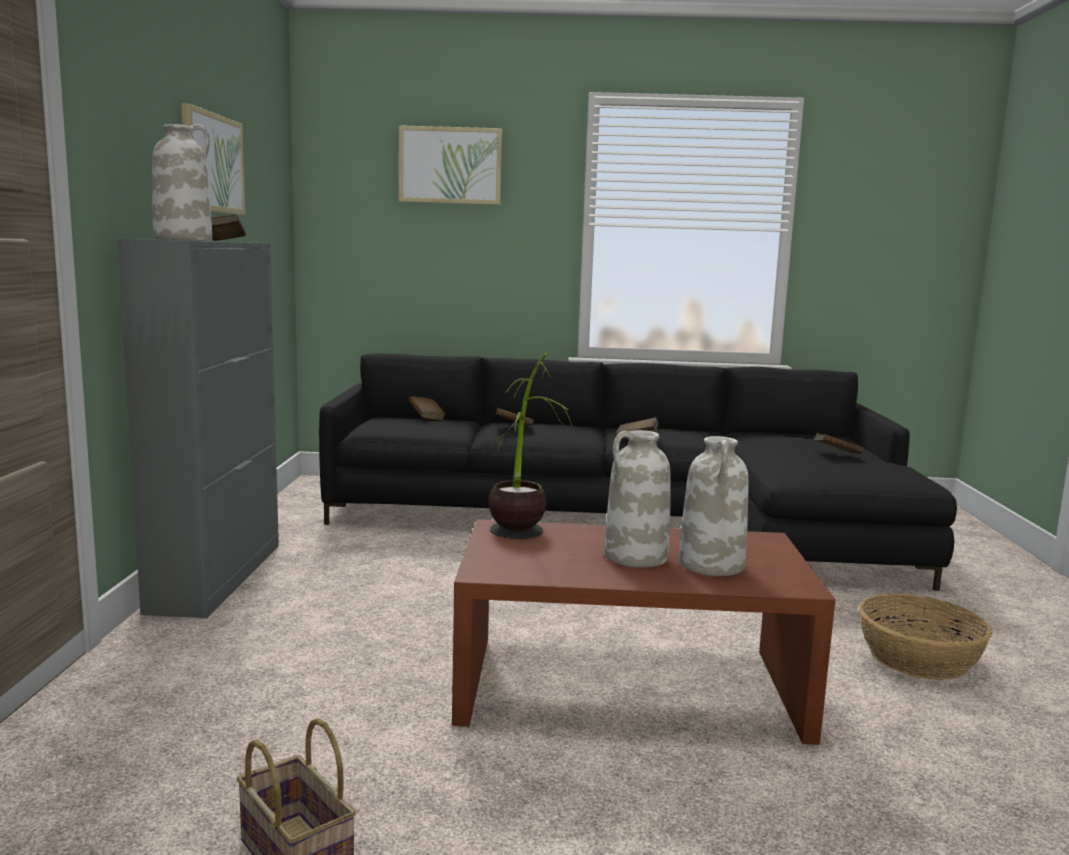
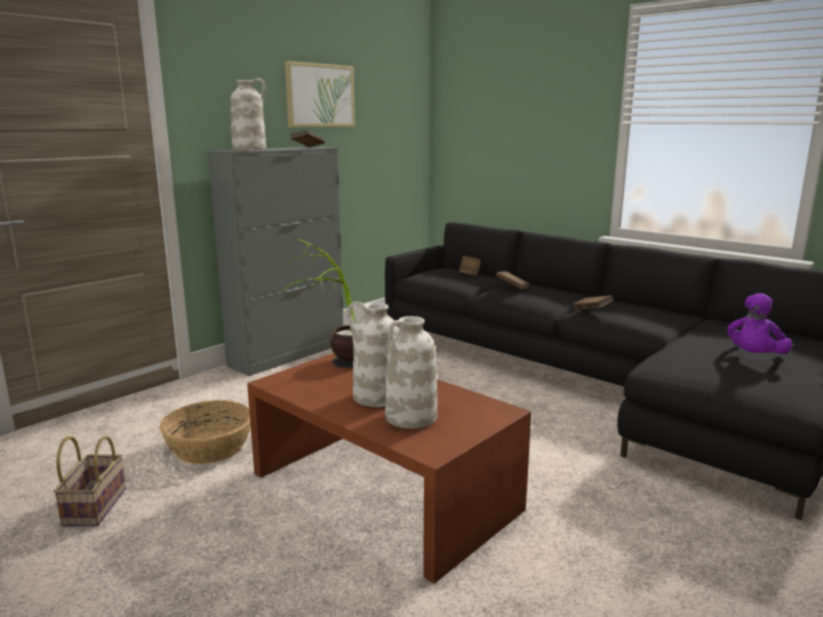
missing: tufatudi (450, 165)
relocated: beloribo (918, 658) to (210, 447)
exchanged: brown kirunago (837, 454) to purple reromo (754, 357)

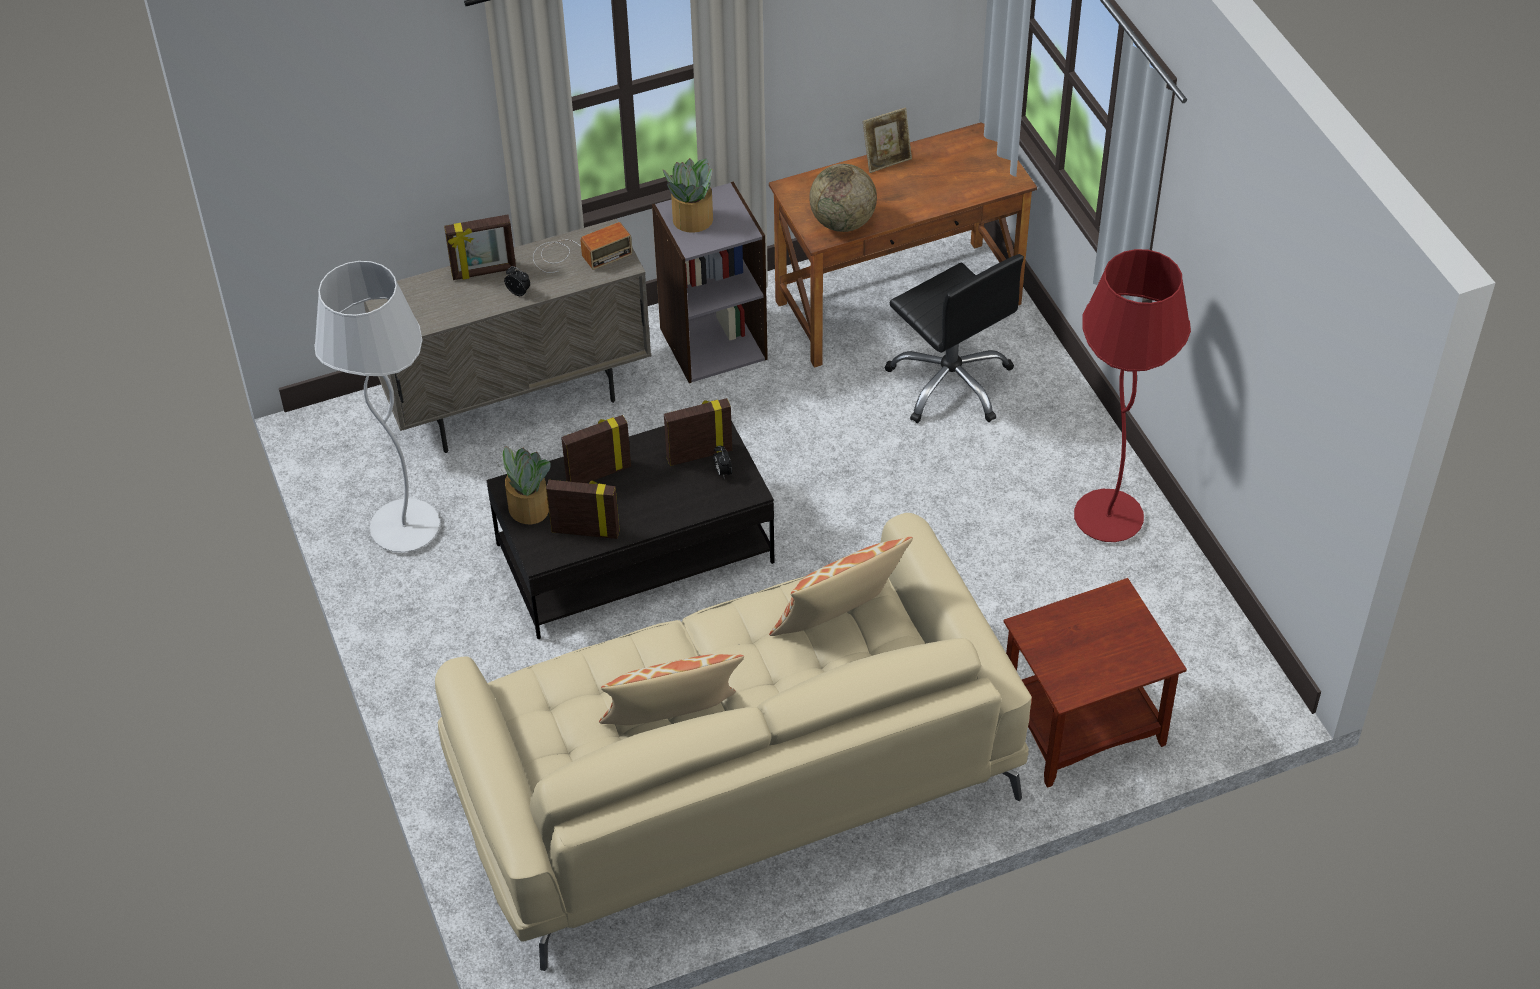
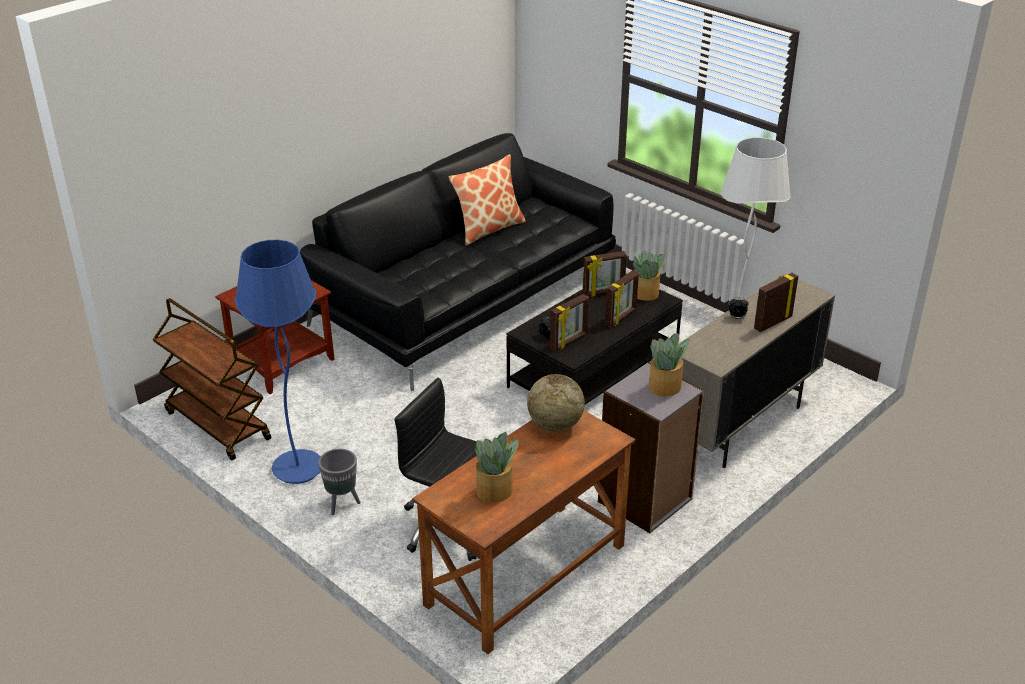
missing: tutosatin (886, 160); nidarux (578, 254); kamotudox (839, 623)
appeared: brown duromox (216, 425); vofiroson (495, 491); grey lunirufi (341, 504)
colour: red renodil (1107, 519) to blue renodil (298, 469); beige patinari (731, 778) to black patinari (466, 298)

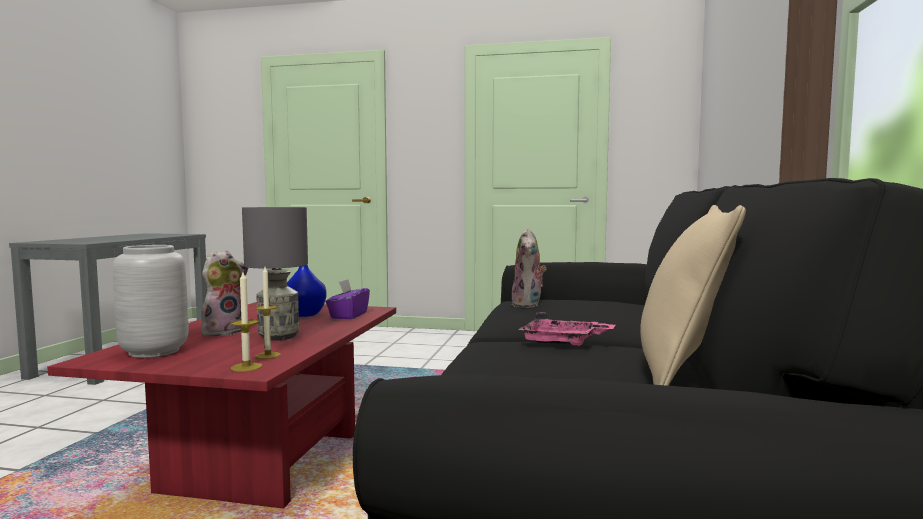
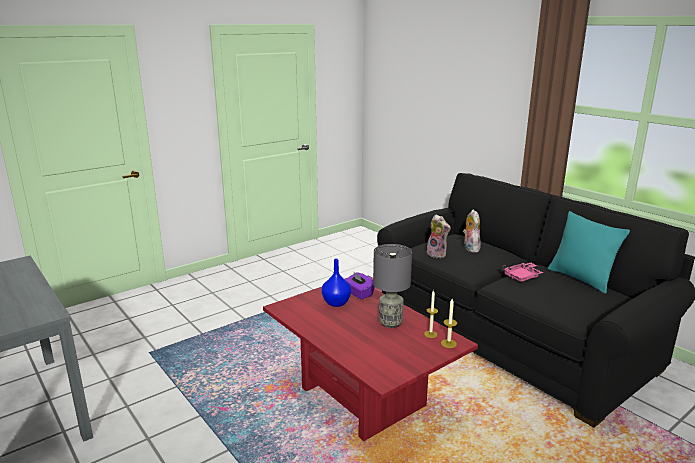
missing: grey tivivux (155, 351)
relocated: reromo (224, 331) to (470, 248)
colour: beige kamotudox (681, 376) to turquoise kamotudox (581, 279)

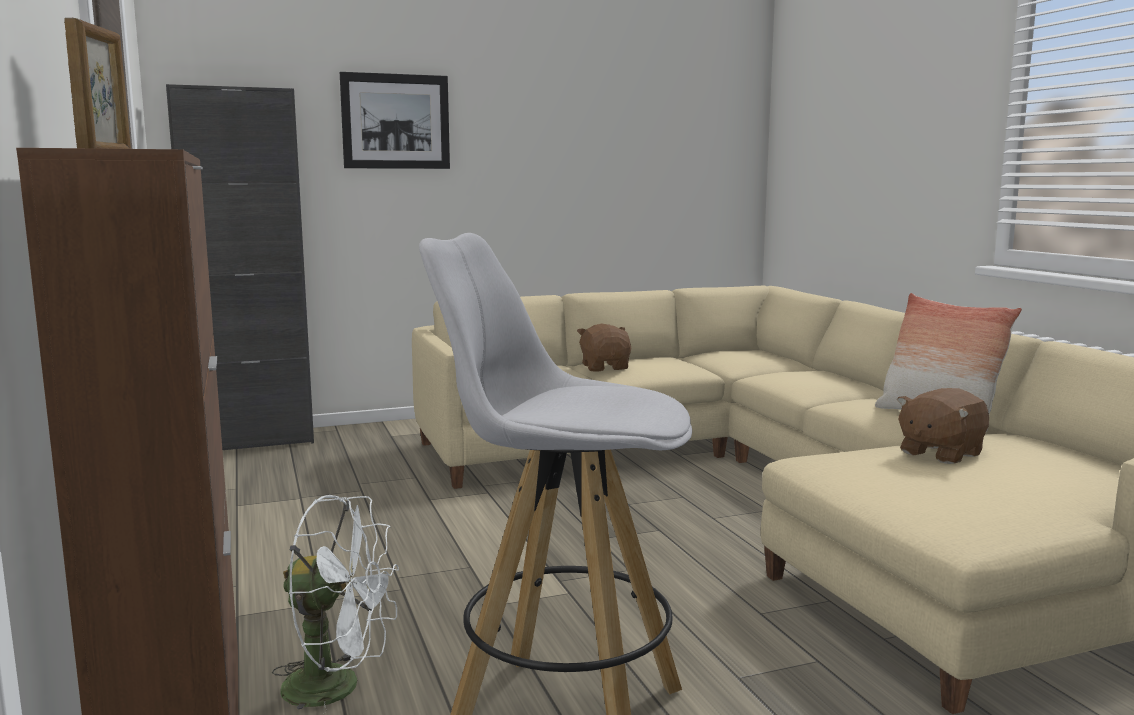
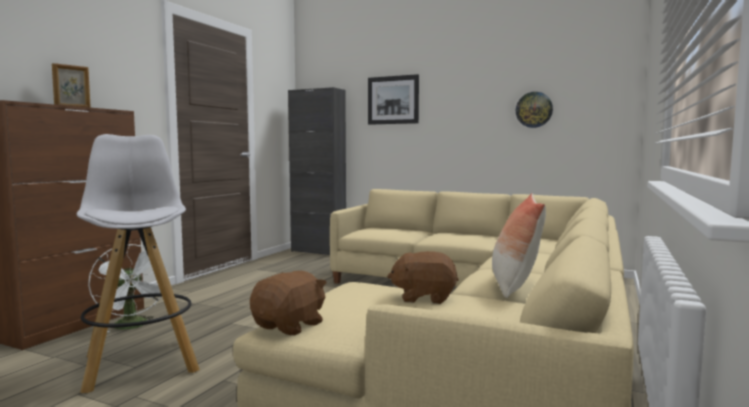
appeared: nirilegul (534, 109)
relocated: brown reromo (605, 367) to (290, 326)

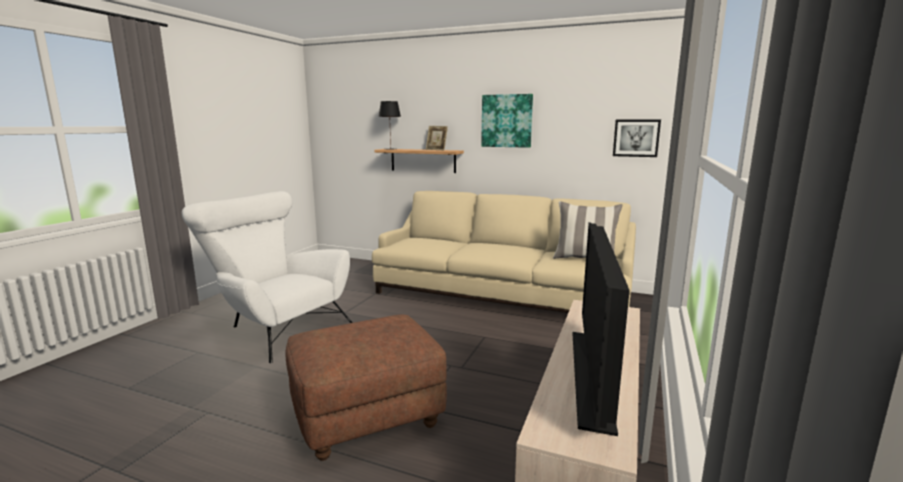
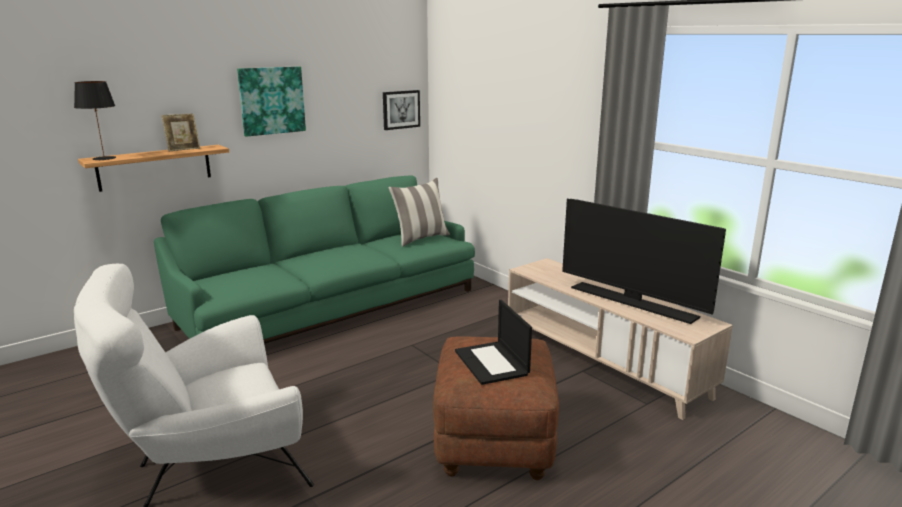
appeared: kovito (492, 363)
colour: beige patinari (501, 293) to green patinari (331, 307)

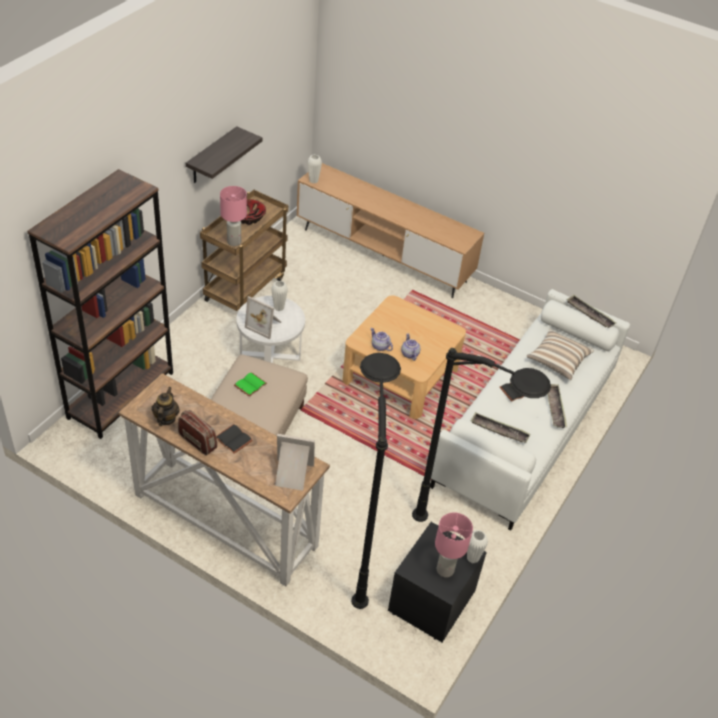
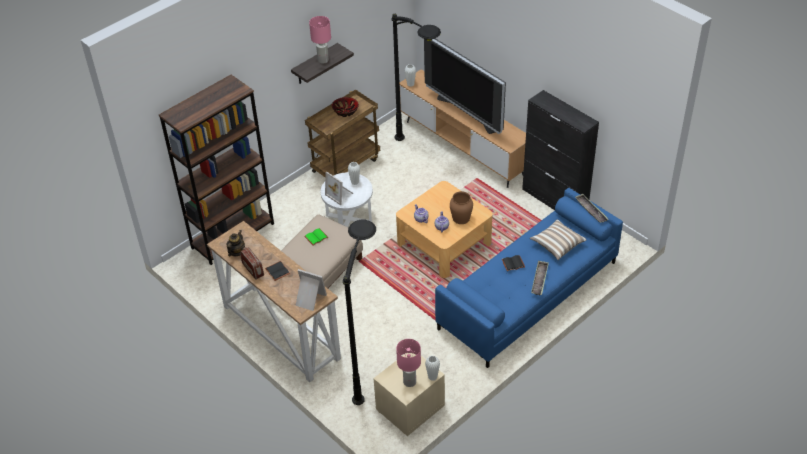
missing: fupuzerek (499, 430)
appeared: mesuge (467, 113); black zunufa (554, 200); brown tivivux (461, 218)
relocated: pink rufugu (234, 242) to (323, 60); black renodil (464, 540) to (421, 152)
colour: white patinari (525, 429) to blue patinari (528, 295); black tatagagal (432, 602) to beige tatagagal (410, 408)

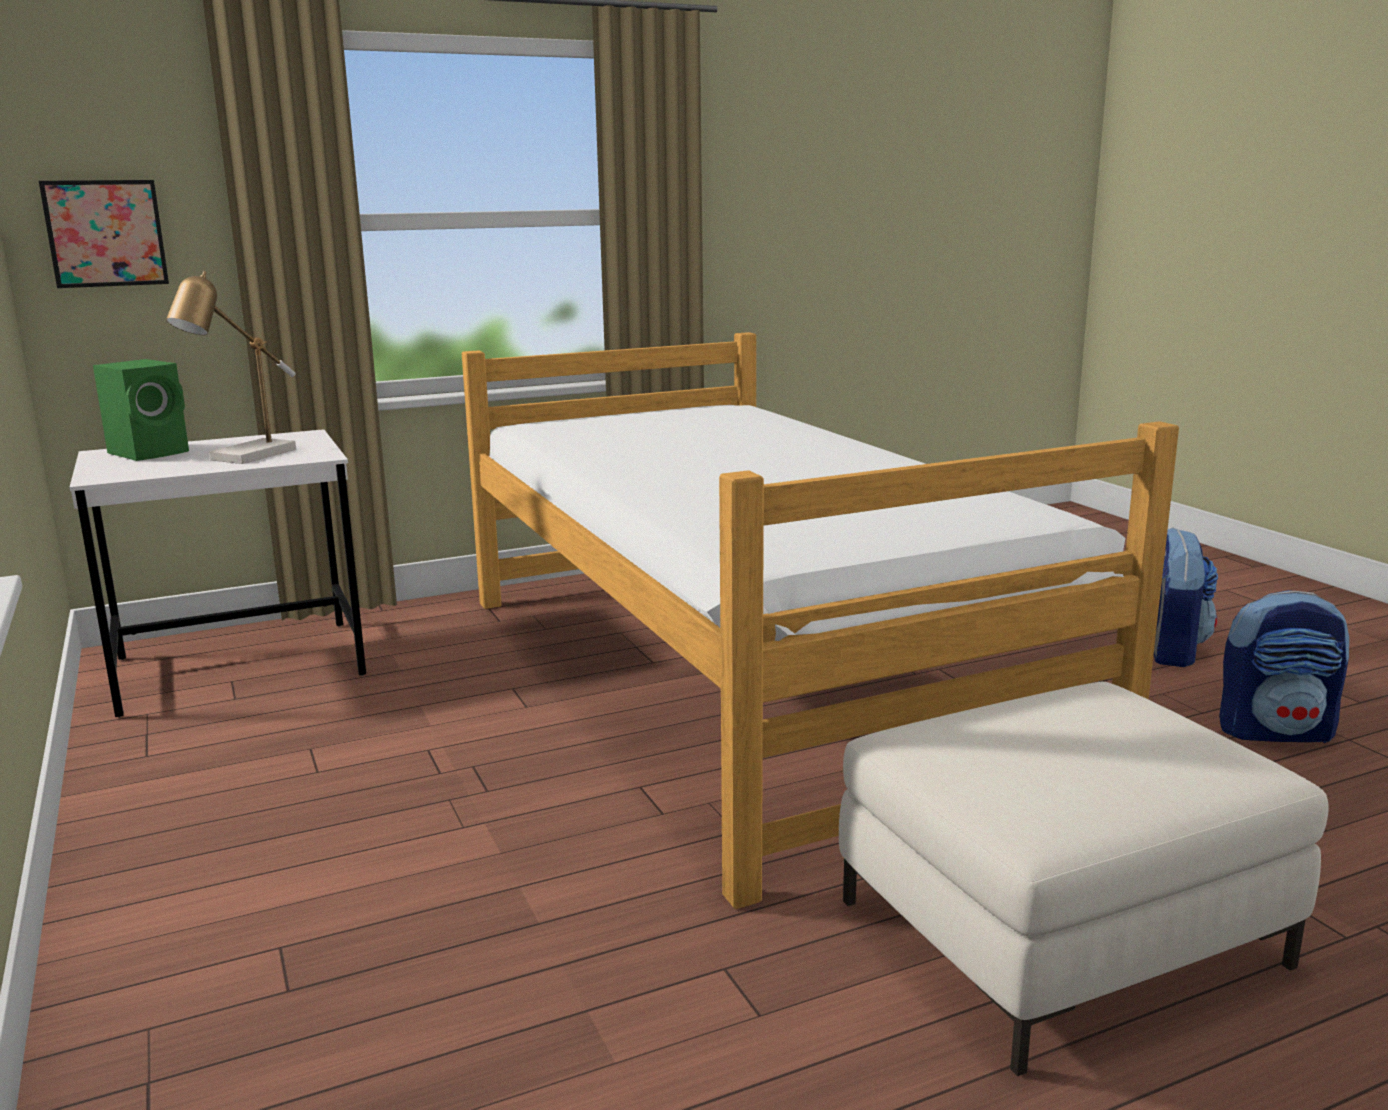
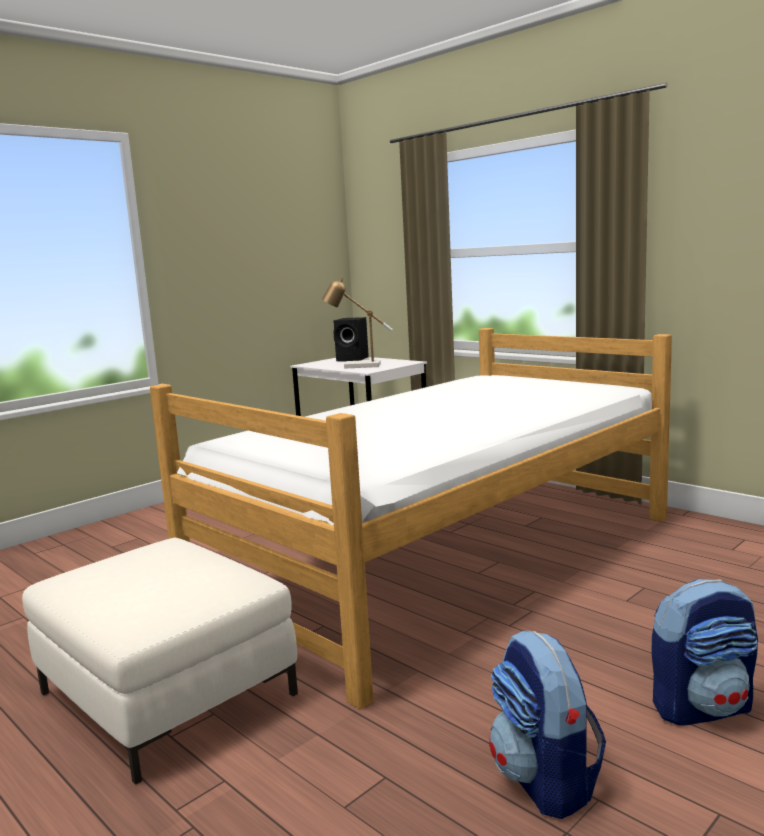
missing: tufatudi (105, 233)
colour: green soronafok (151, 452) to black soronafok (353, 359)

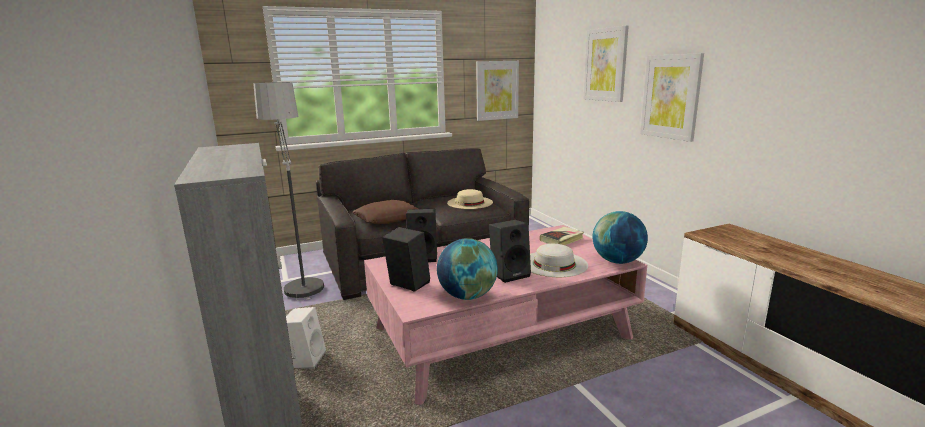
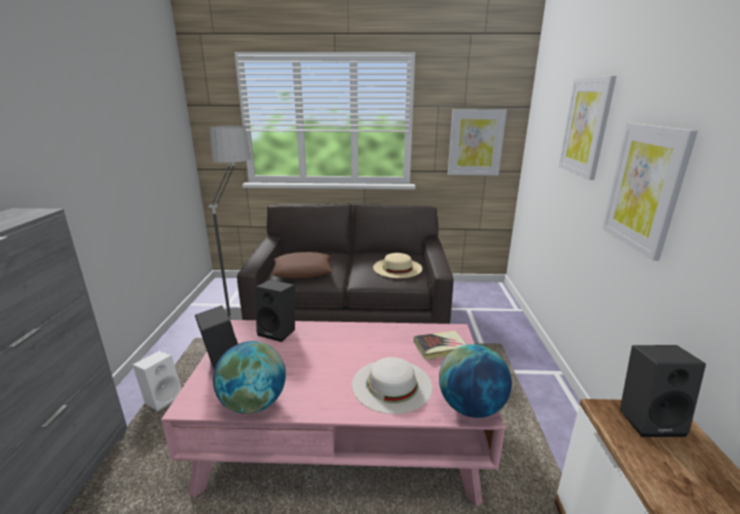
relocated: black soronafok (510, 274) to (649, 419)

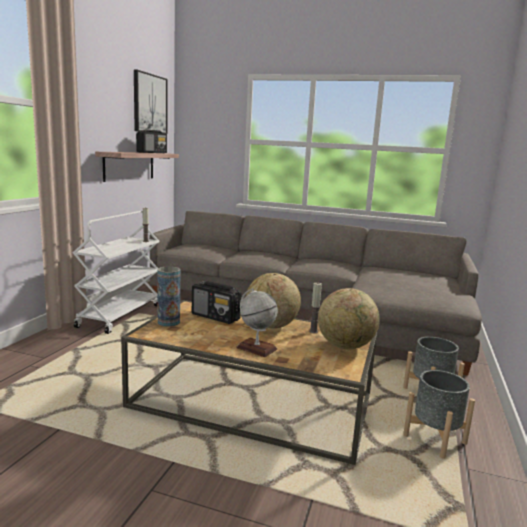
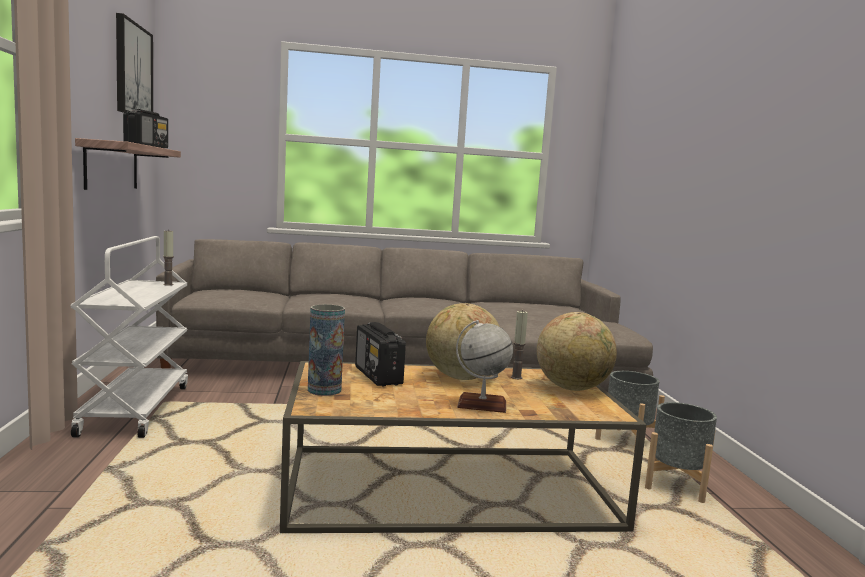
spun: nidarux (216, 317) = (378, 376) 60 degrees clockwise

